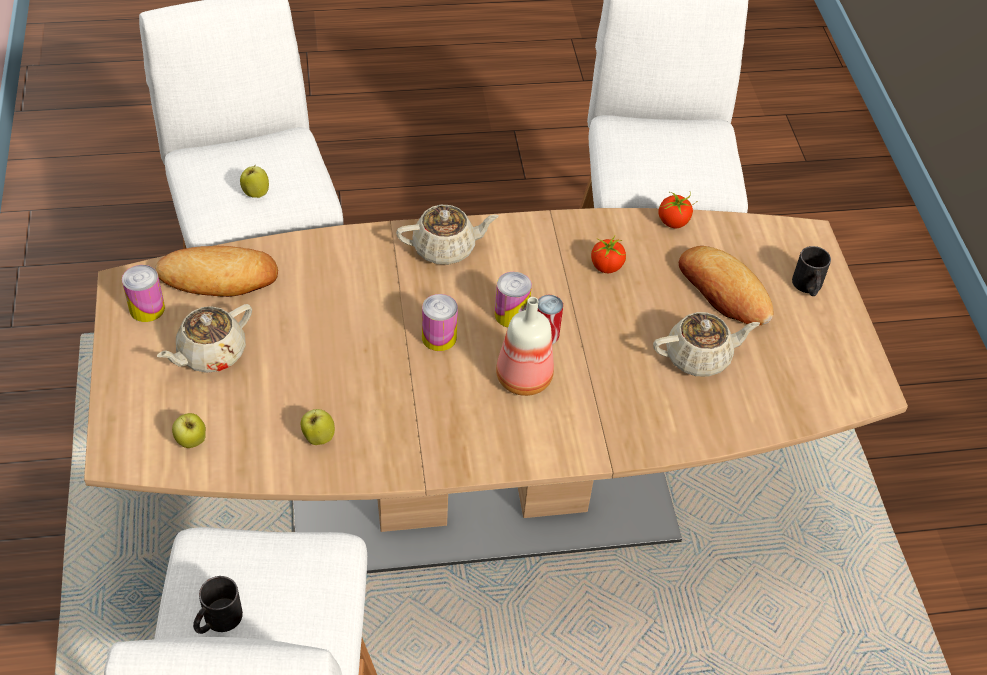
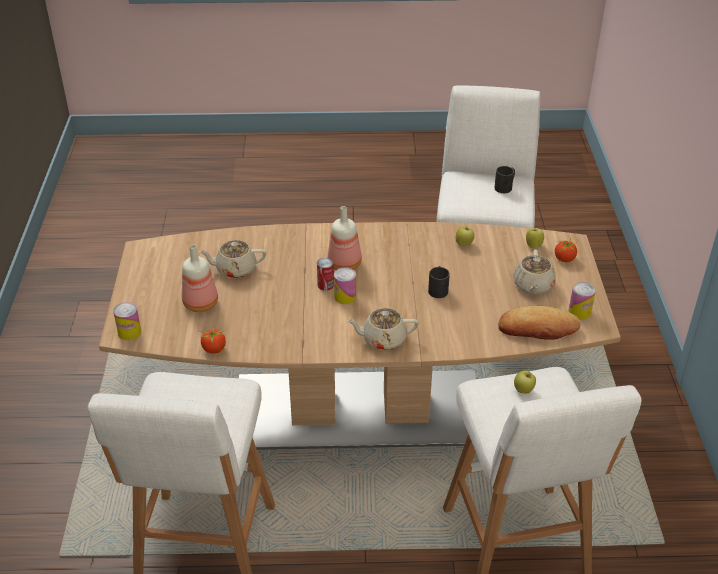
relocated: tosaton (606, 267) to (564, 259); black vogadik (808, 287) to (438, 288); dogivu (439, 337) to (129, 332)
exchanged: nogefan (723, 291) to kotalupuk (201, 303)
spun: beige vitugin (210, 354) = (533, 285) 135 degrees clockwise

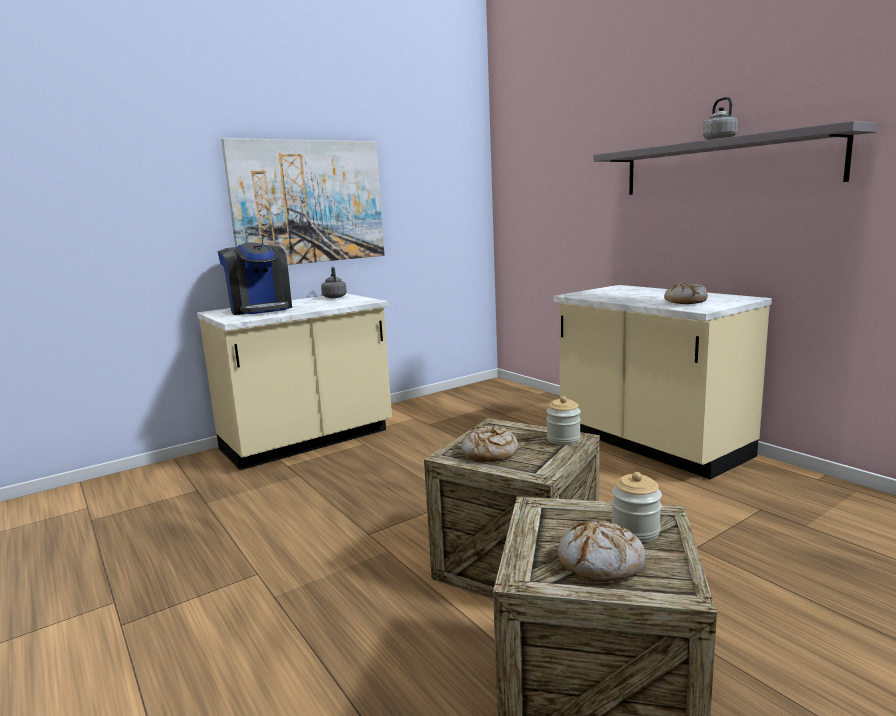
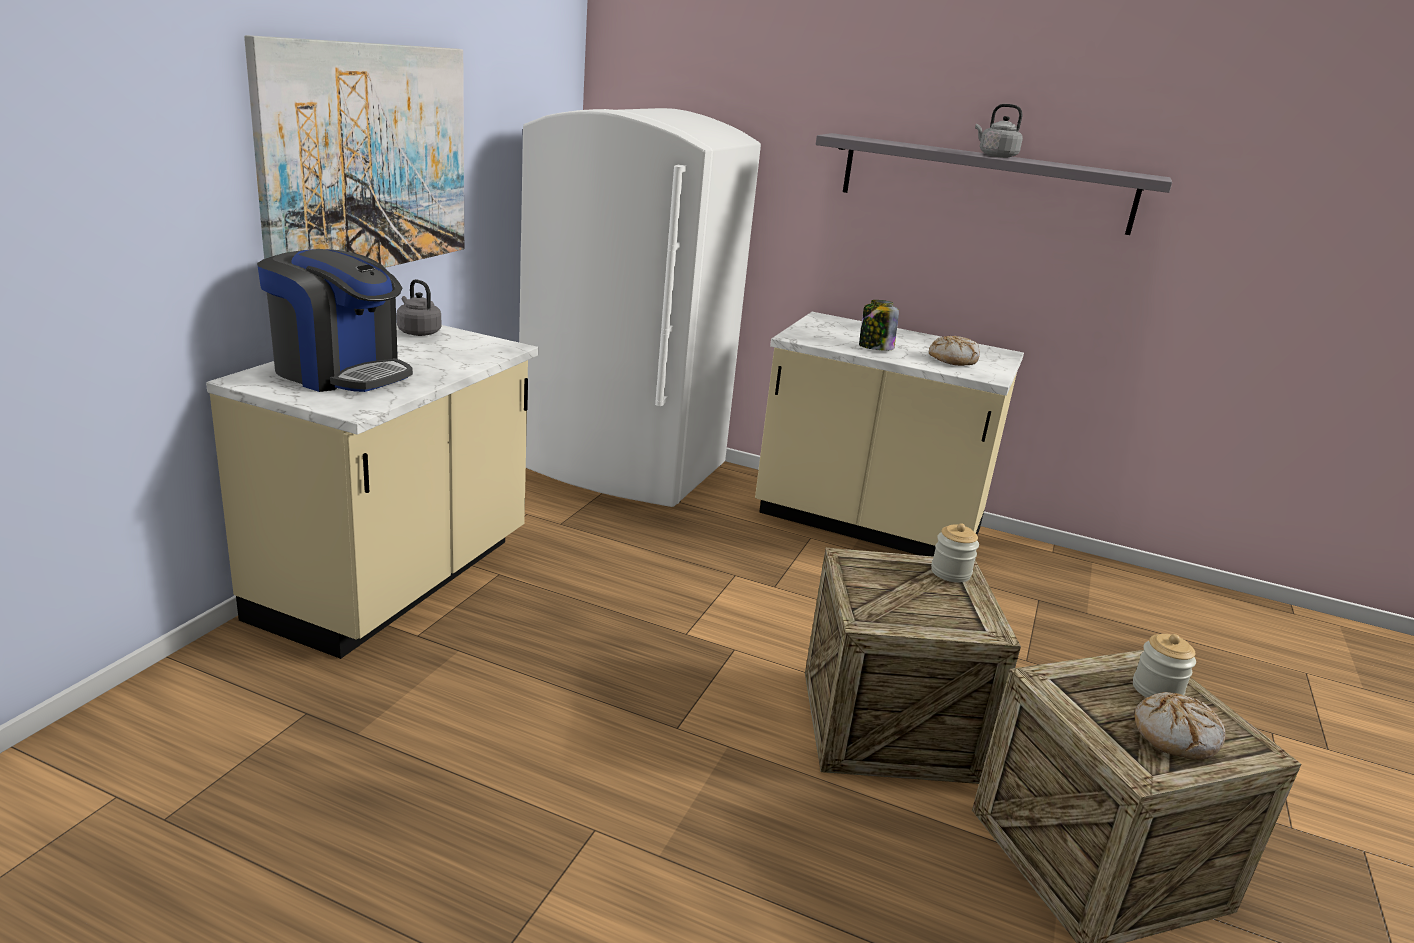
missing: nogefan (489, 453)
appeared: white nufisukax (623, 468); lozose (875, 348)

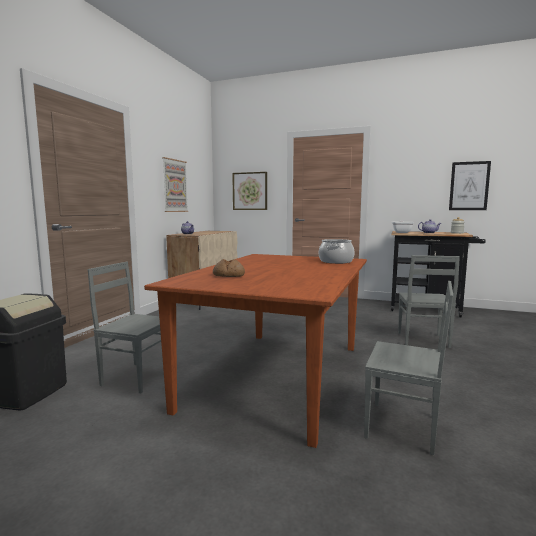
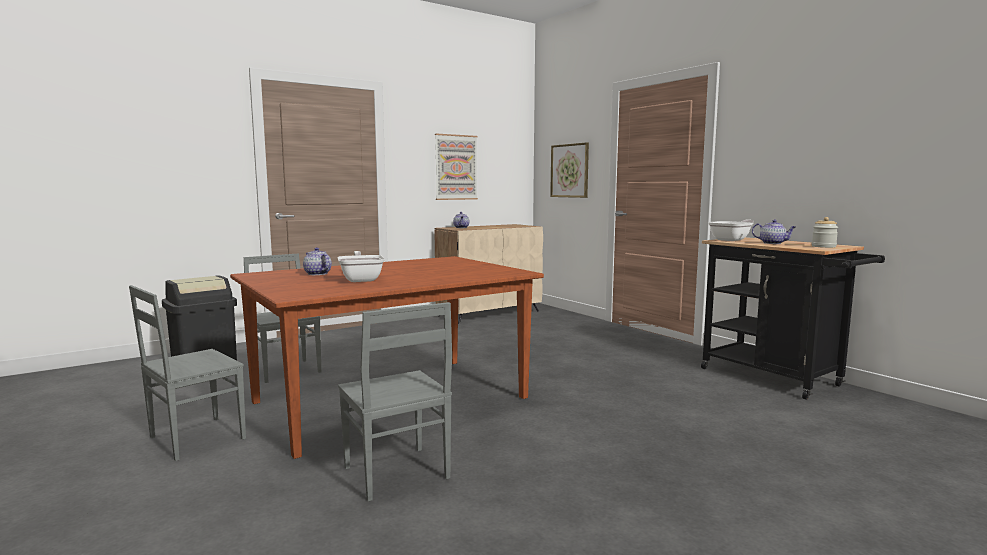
missing: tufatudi (469, 186); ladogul (335, 261)
appeared: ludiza (361, 279)
relocated: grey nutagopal (422, 340) to (195, 438)
exchanged: nogefan (228, 275) to vitugin (317, 274)

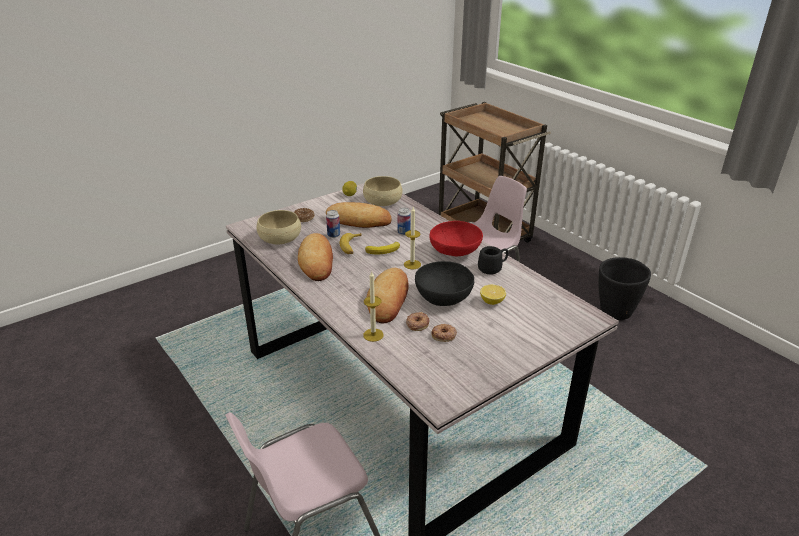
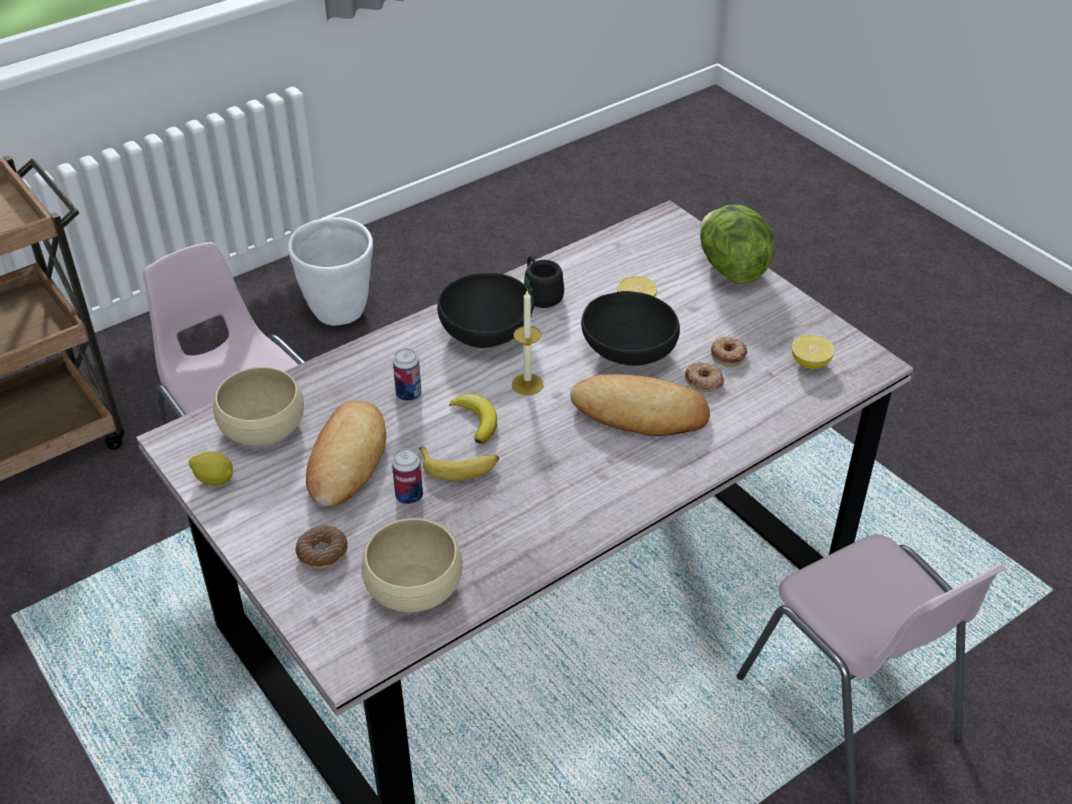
missing: nogefan (317, 261); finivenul (373, 335)
appeared: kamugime (731, 269); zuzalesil (810, 363)
colour: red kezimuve (455, 252) to black kezimuve (487, 332); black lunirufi (615, 313) to white lunirufi (339, 313)

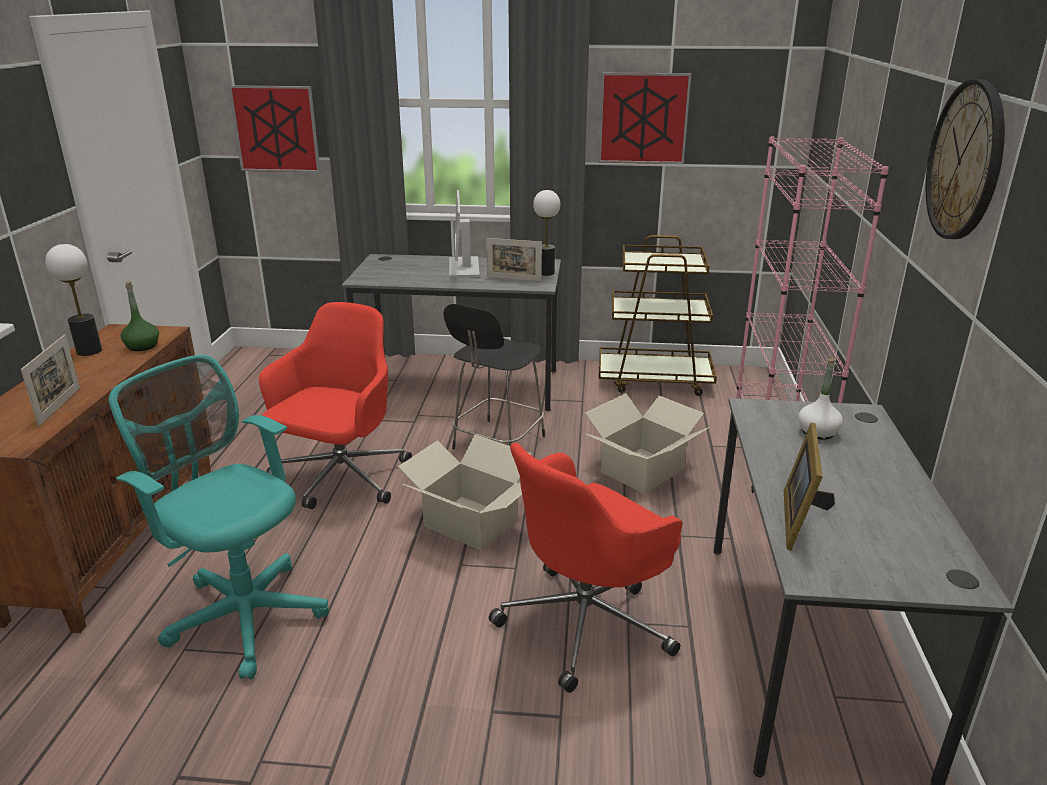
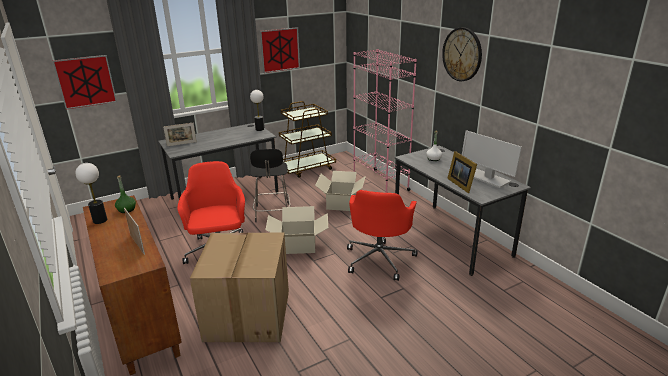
relocated: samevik (463, 267) to (487, 178); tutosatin (514, 279) to (181, 144)
exchanged: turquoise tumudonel (243, 613) to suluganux (247, 314)

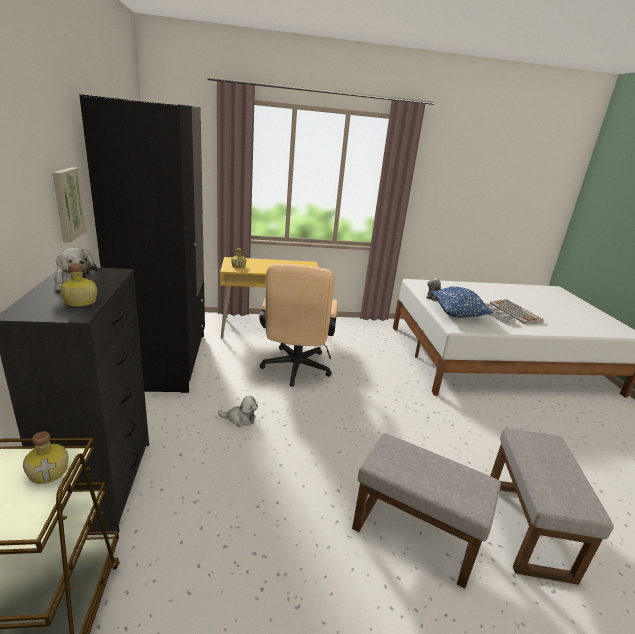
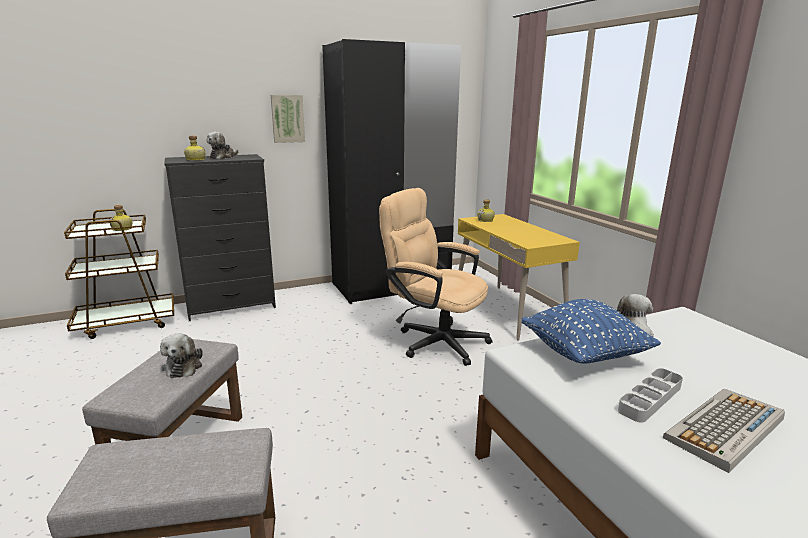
relocated: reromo (240, 419) to (183, 366)
spun: beige tumudonel (295, 370) = (434, 340) 45 degrees clockwise

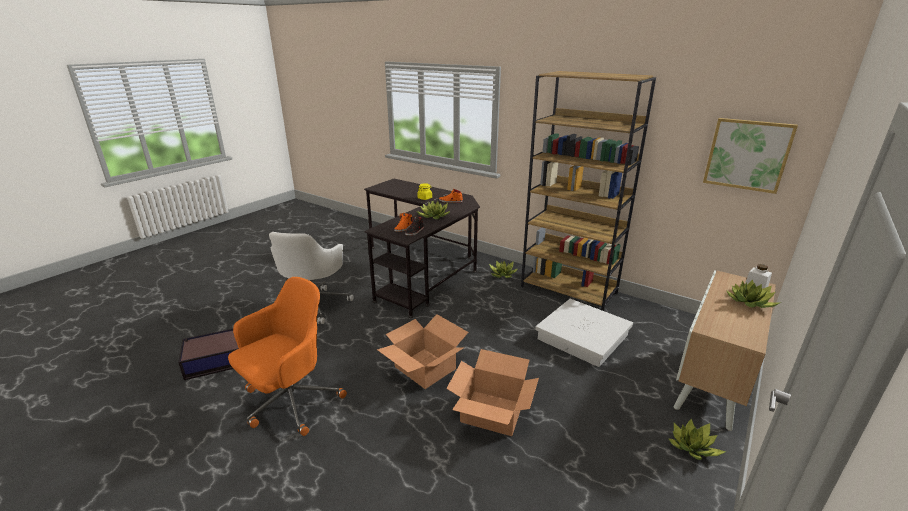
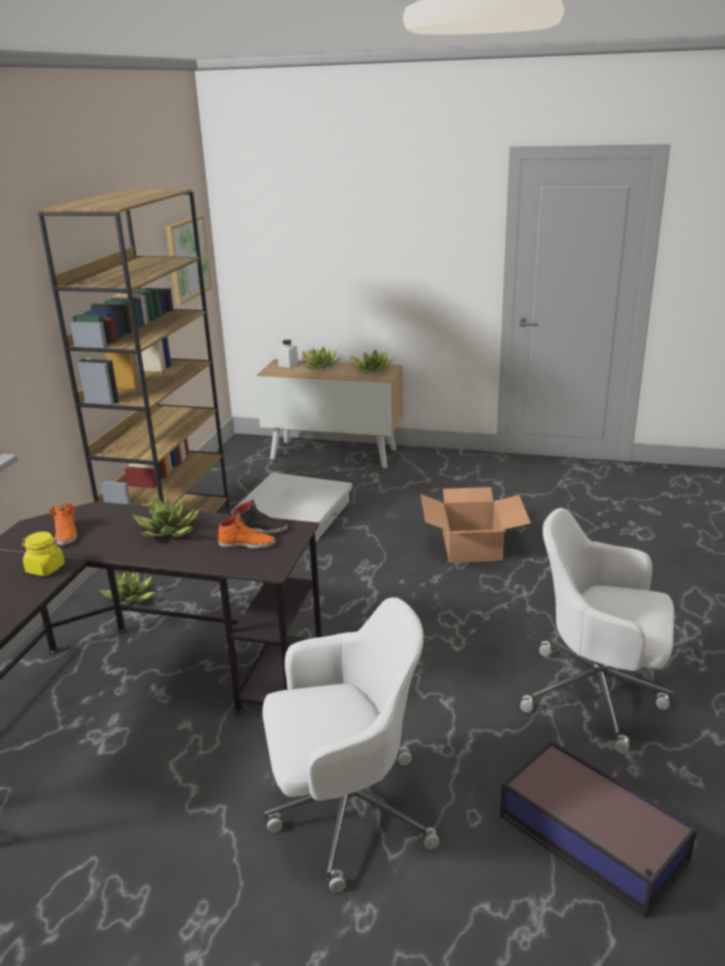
missing: suluganux (424, 368)
relocated: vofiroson (693, 447) to (372, 369)
colour: orange tumudonel (290, 402) to white tumudonel (598, 694)

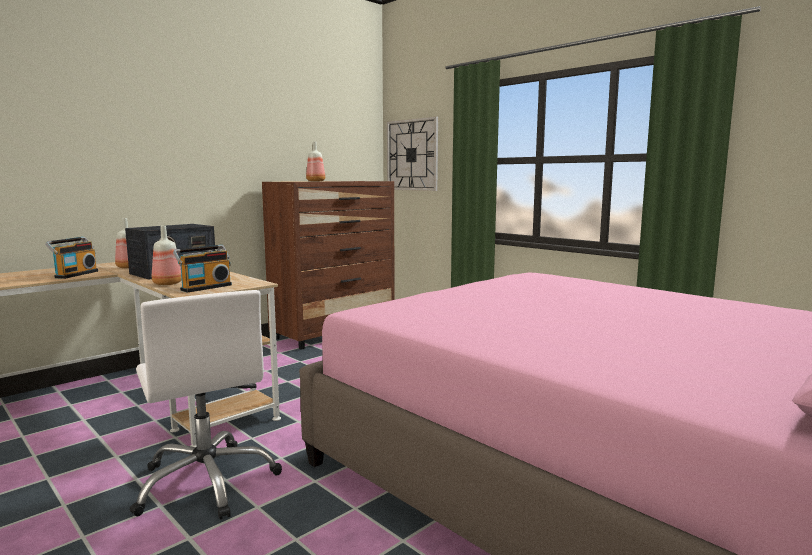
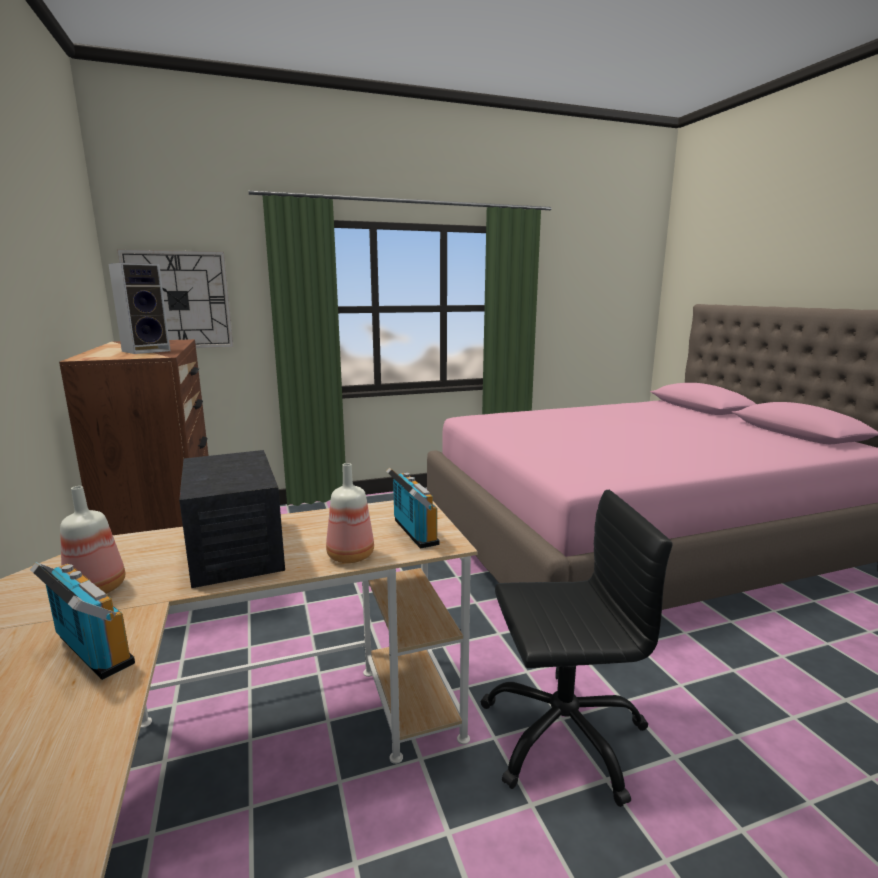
exchanged: kotalupuk (316, 181) to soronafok (147, 351)
colour: white tumudonel (207, 482) to black tumudonel (562, 734)

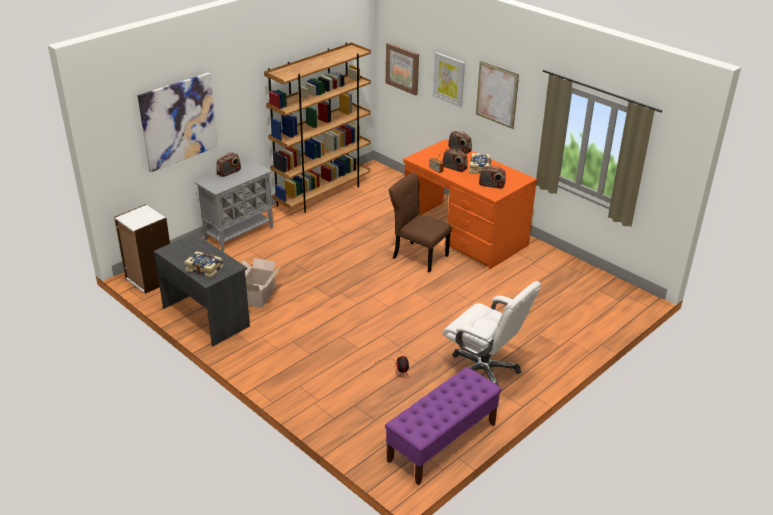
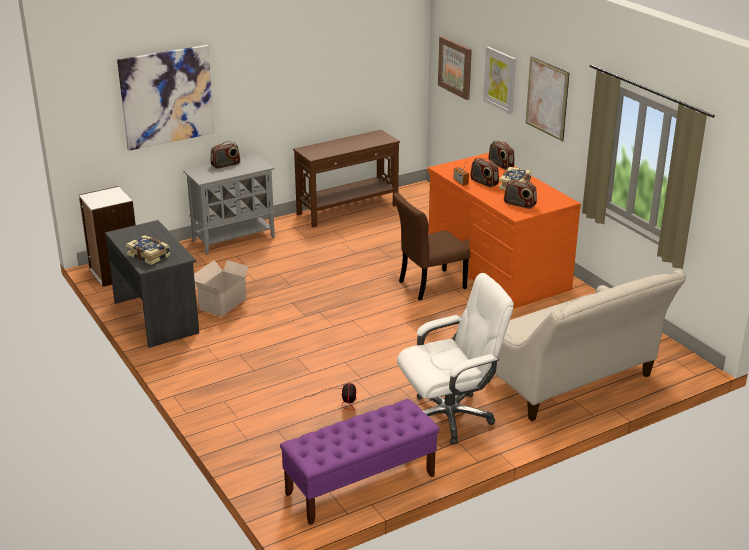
appeared: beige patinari (573, 383)
exchanged: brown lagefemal (323, 194) to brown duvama (348, 209)
spun: brown nutagopal (418, 256) = (429, 285) 75 degrees counterclockwise; white tumudonel (484, 371) = (450, 416) 75 degrees counterclockwise

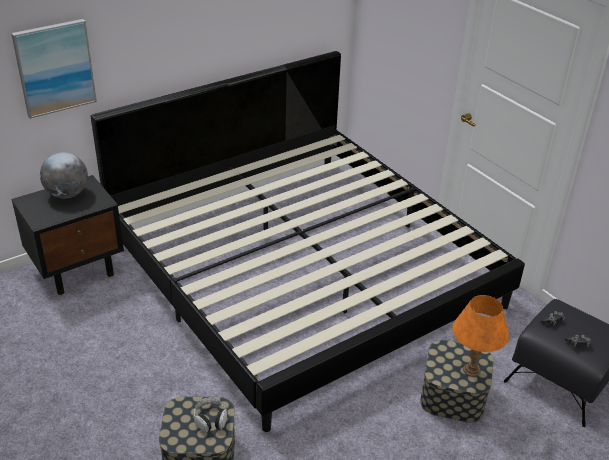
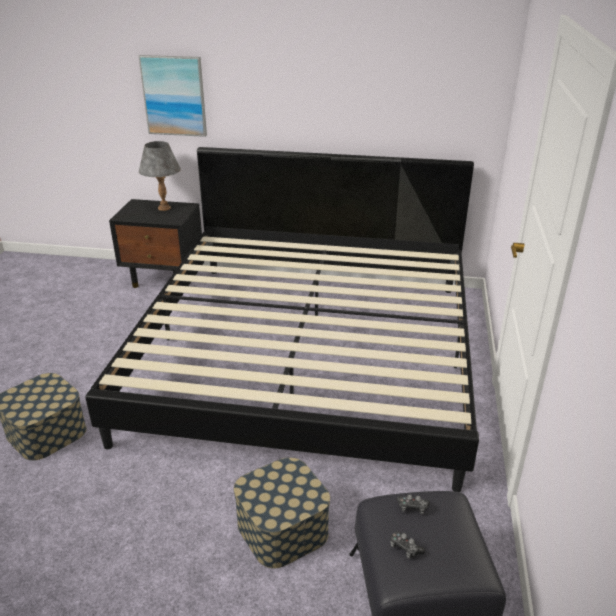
missing: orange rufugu (471, 370); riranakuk (210, 419)
exchanged: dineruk (67, 194) to grey rufugu (164, 208)

